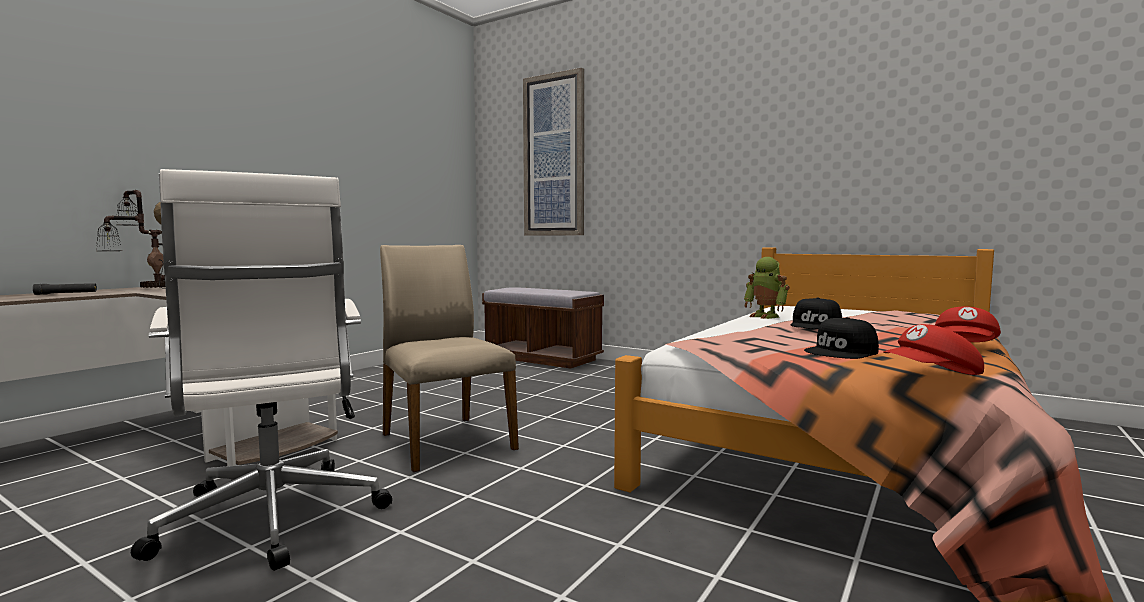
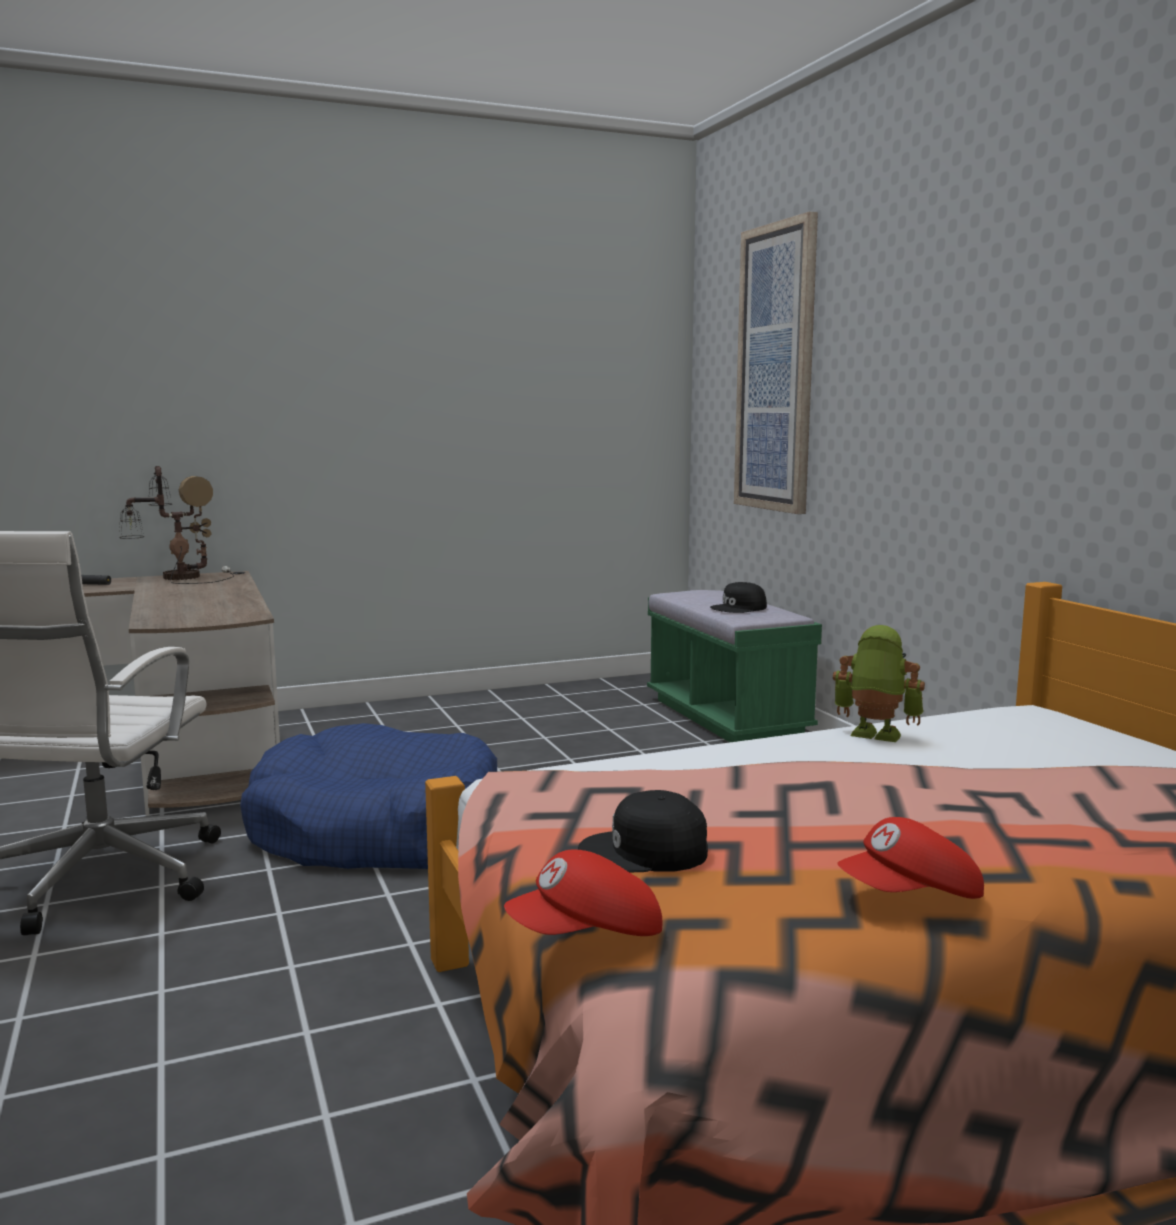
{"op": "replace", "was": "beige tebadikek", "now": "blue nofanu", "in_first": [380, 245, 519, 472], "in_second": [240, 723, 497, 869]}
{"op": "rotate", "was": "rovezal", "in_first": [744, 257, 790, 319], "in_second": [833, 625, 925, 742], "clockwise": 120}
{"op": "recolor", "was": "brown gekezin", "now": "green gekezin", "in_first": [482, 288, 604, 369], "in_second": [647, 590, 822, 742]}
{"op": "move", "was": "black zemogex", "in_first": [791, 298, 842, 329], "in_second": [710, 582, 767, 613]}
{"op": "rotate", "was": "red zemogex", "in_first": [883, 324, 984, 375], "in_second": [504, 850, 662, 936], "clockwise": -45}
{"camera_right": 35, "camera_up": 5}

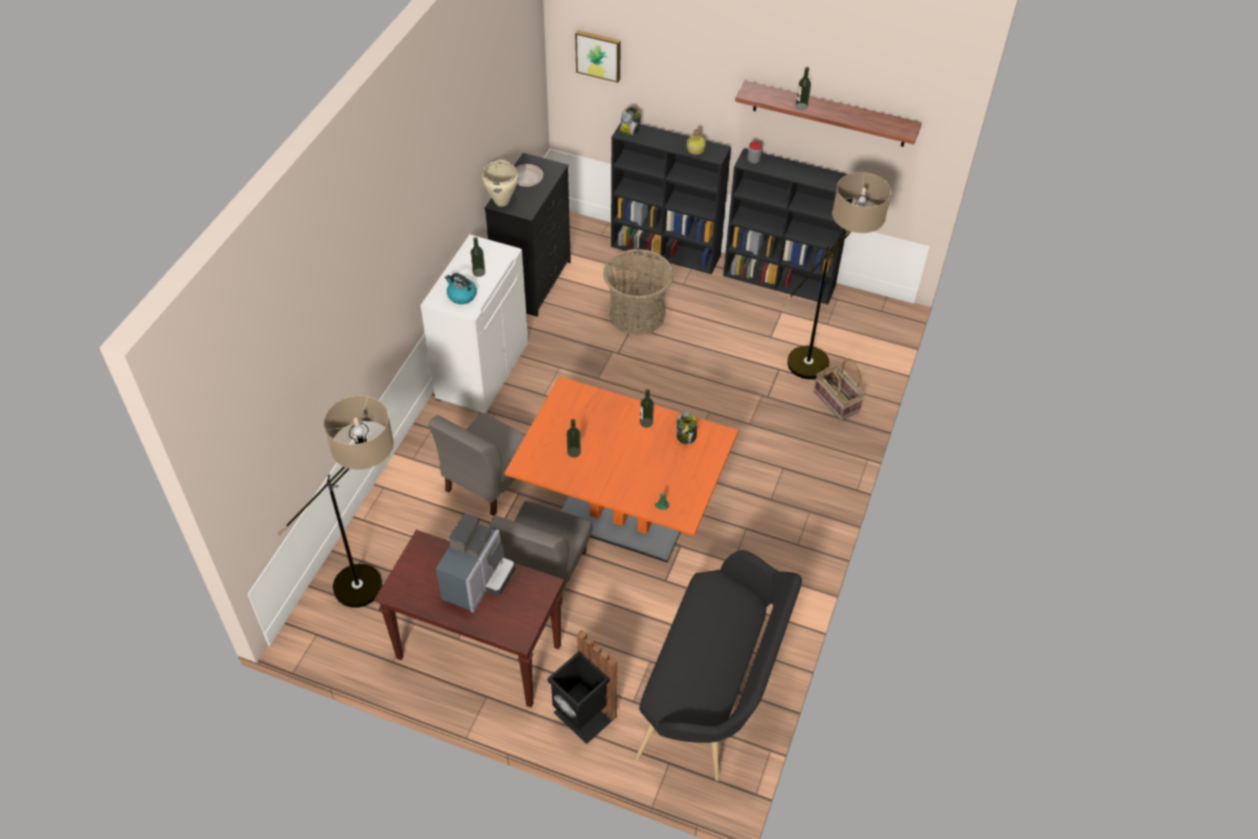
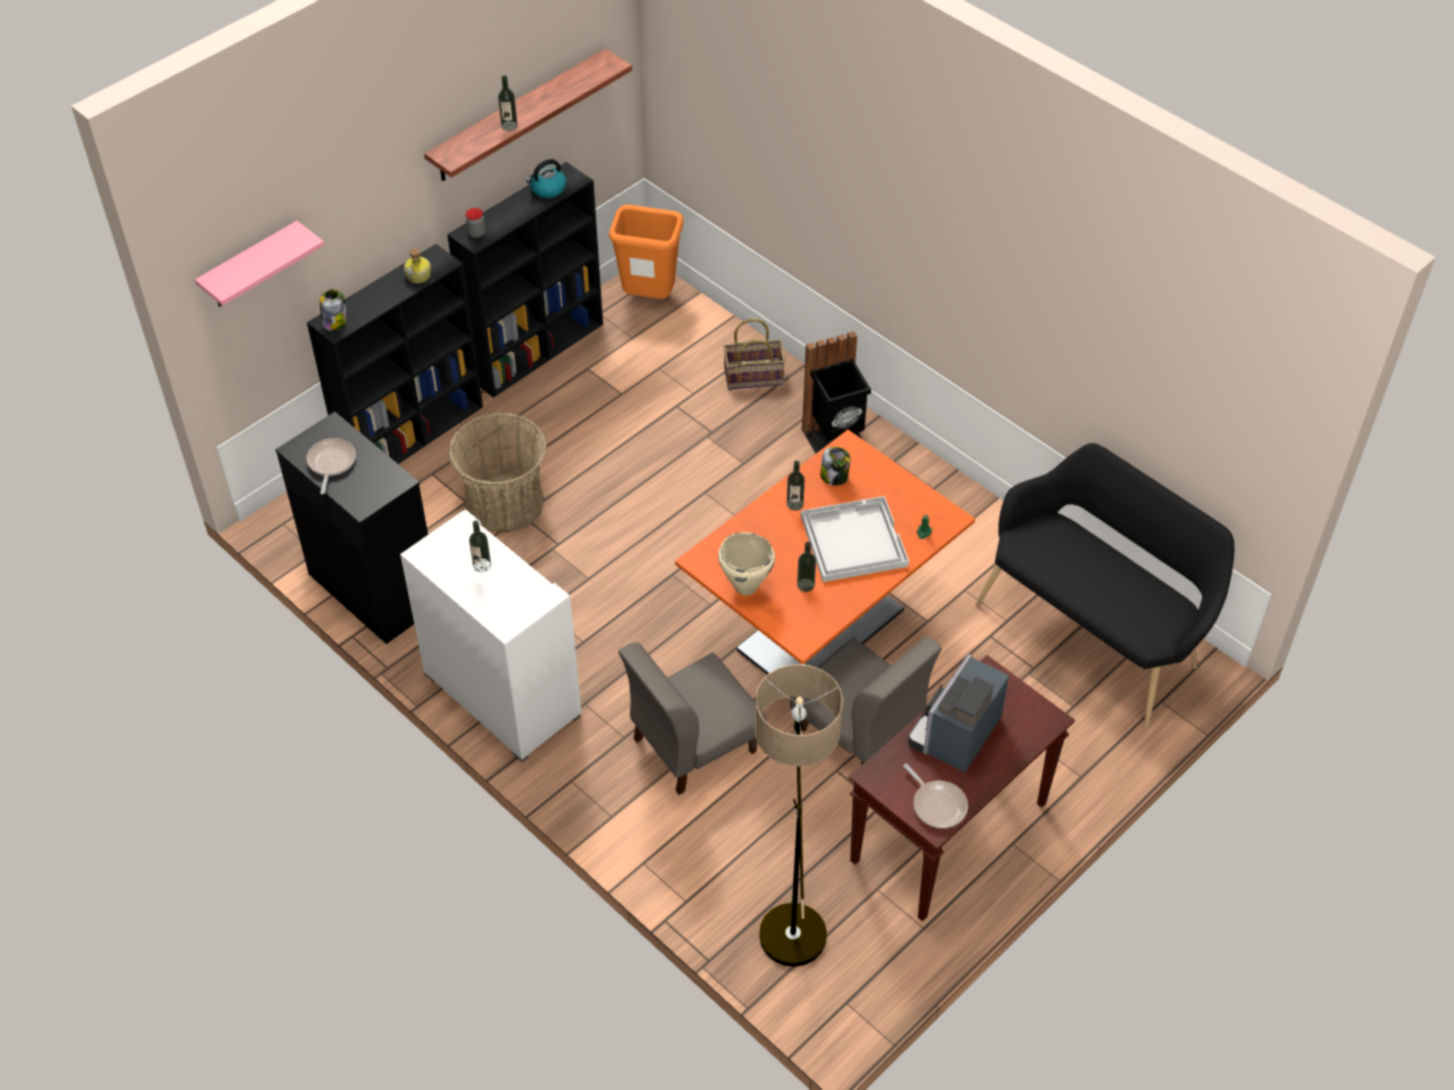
{"op": "replace", "was": "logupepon", "now": "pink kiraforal", "in_first": [575, 30, 621, 83], "in_second": [195, 221, 325, 306]}
{"op": "move", "was": "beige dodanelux", "in_first": [482, 160, 518, 207], "in_second": [718, 532, 775, 596]}
{"op": "delete", "was": "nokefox", "in_first": [782, 172, 891, 379]}
{"op": "move", "was": "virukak", "in_first": [445, 273, 477, 304], "in_second": [526, 159, 566, 198]}
{"op": "rotate", "was": "grey tebadikek", "in_first": [428, 413, 526, 516], "in_second": [618, 642, 766, 795], "clockwise": 90}
{"op": "rotate", "was": "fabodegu", "in_first": [436, 513, 515, 613], "in_second": [908, 654, 1009, 773], "clockwise": -105}
{"op": "move", "was": "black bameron", "in_first": [547, 630, 618, 744], "in_second": [802, 331, 871, 453]}
{"op": "insert", "now": "orange bameron", "in_second": [609, 204, 684, 299]}
{"op": "insert", "now": "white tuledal", "in_second": [801, 496, 909, 582]}
{"op": "insert", "now": "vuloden", "in_second": [903, 763, 968, 828]}
{"camera_right": -65, "camera_up": 0}

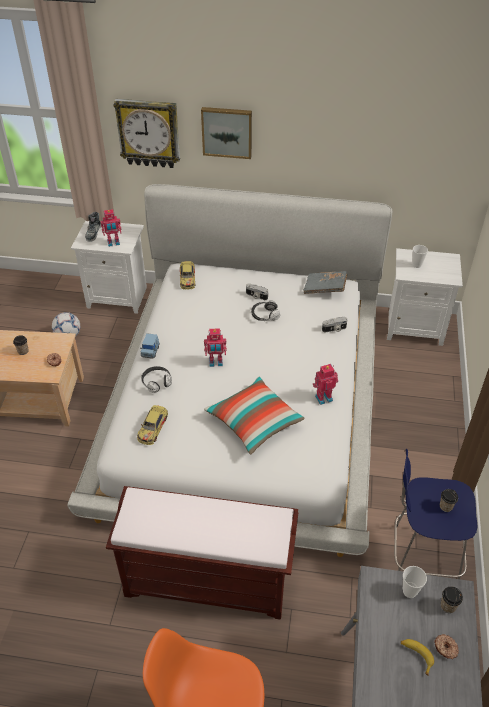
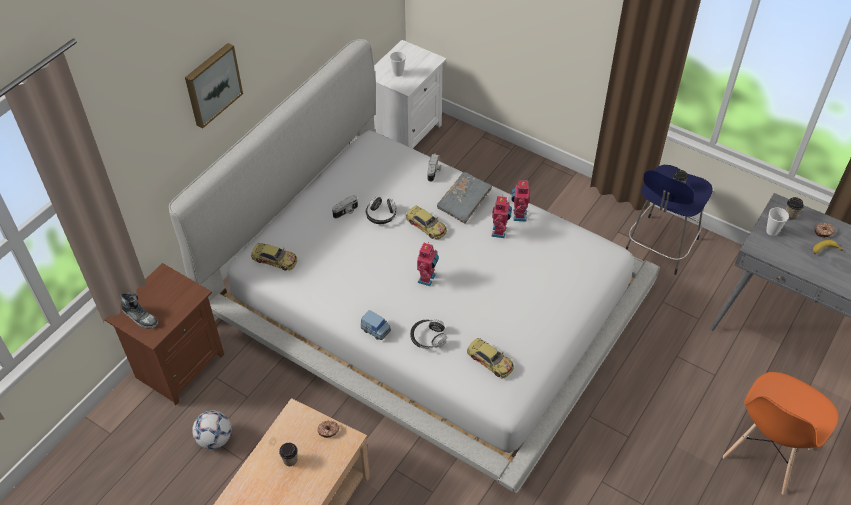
{"op": "delete", "was": "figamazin", "in_first": [114, 99, 180, 168]}
{"op": "move", "was": "rovezal", "in_first": [101, 209, 121, 247], "in_second": [491, 195, 512, 238]}
{"op": "recolor", "was": "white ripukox", "now": "brown ripukox", "in_first": [71, 221, 147, 314], "in_second": [104, 263, 224, 406]}
{"op": "move", "was": "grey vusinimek", "in_first": [303, 271, 347, 294], "in_second": [437, 172, 492, 223]}
{"op": "delete", "was": "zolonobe", "in_first": [204, 377, 305, 455]}
{"op": "delete", "was": "brown gekezin", "in_first": [106, 486, 298, 620]}
{"op": "insert", "now": "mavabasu", "in_second": [406, 206, 447, 240]}
{"camera_right": -65, "camera_up": 5}

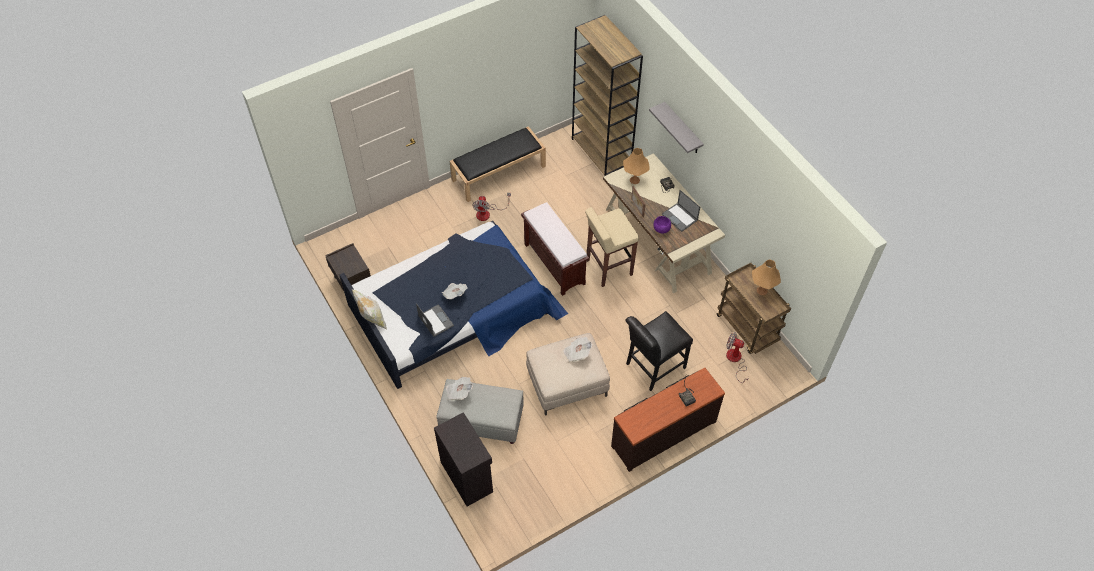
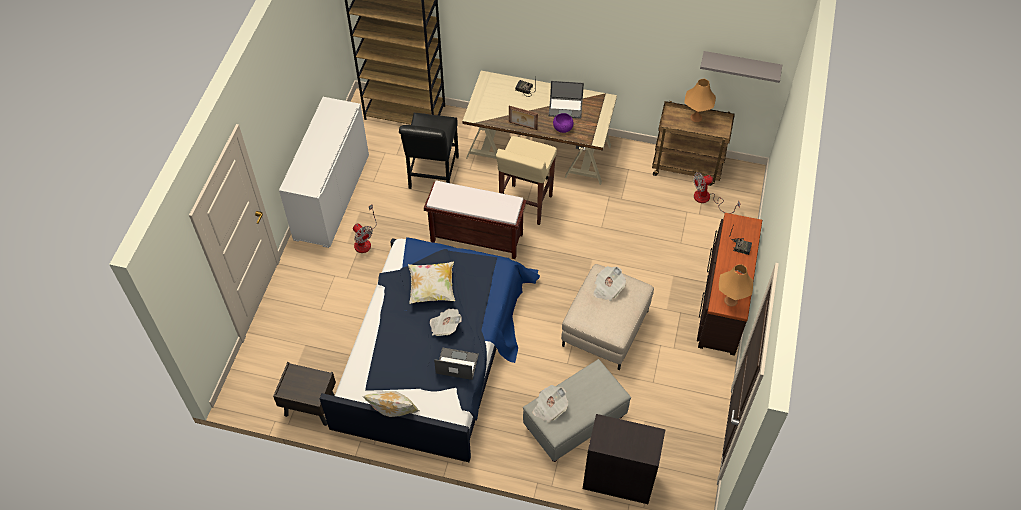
{"op": "move", "was": "grey kiraforal", "in_first": [649, 102, 704, 153], "in_second": [700, 51, 782, 83]}
{"op": "replace", "was": "black gekezin", "now": "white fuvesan", "in_first": [449, 126, 546, 202], "in_second": [279, 97, 369, 248]}
{"op": "move", "was": "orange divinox", "in_first": [623, 148, 650, 184], "in_second": [719, 264, 753, 307]}
{"op": "move", "was": "black tebadikek", "in_first": [625, 311, 693, 391], "in_second": [399, 113, 459, 189]}
{"op": "insert", "now": "zolonobe", "in_second": [408, 262, 455, 304]}
{"camera_right": -45, "camera_up": 0}

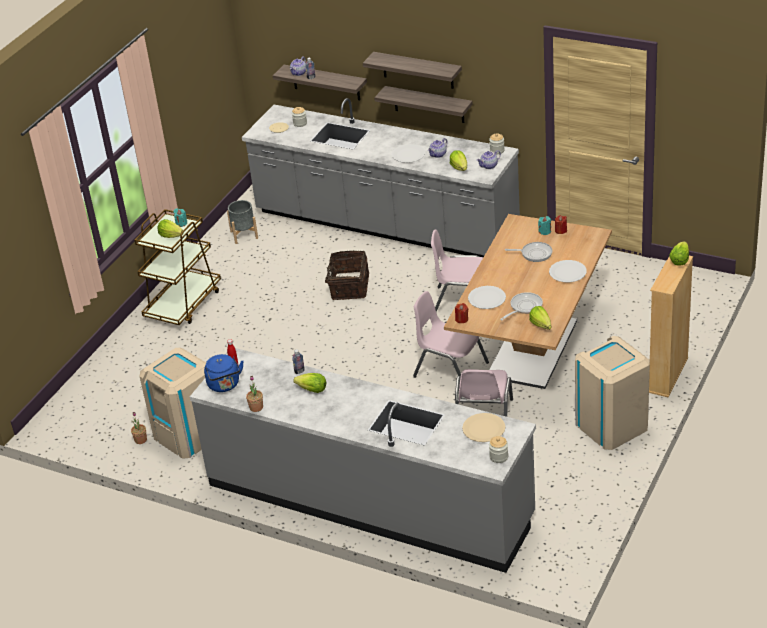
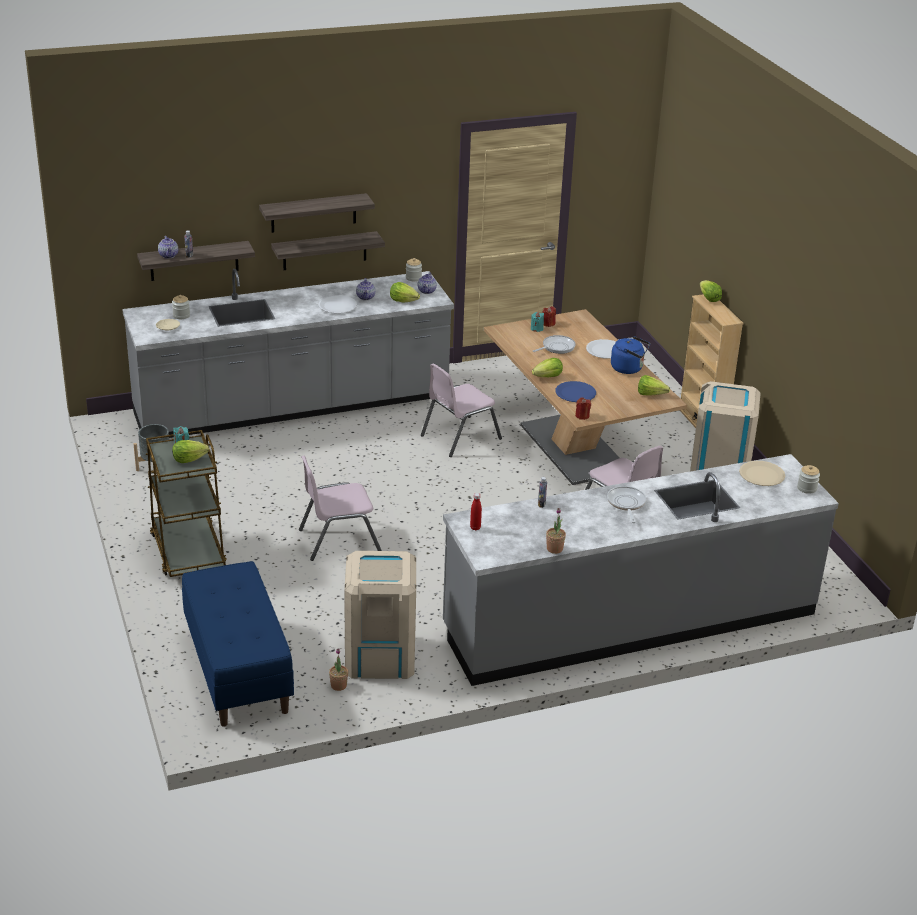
{"op": "delete", "was": "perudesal", "in_first": [318, 251, 369, 300]}
{"op": "recolor", "was": "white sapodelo", "now": "blue sapodelo", "in_first": [468, 286, 506, 309], "in_second": [556, 381, 596, 402]}
{"op": "move", "was": "pink tebadikek", "in_first": [413, 291, 489, 377], "in_second": [299, 456, 381, 561]}
{"op": "move", "was": "vuloden", "in_first": [500, 292, 543, 320], "in_second": [607, 486, 646, 523]}
{"op": "move", "was": "blue virukak", "in_first": [204, 354, 244, 392], "in_second": [611, 336, 650, 374]}
{"op": "move", "was": "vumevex", "in_first": [293, 373, 326, 393], "in_second": [532, 358, 563, 377]}
{"op": "insert", "now": "blue gekezin", "in_second": [182, 561, 294, 727]}
{"camera_right": -50, "camera_up": -5}

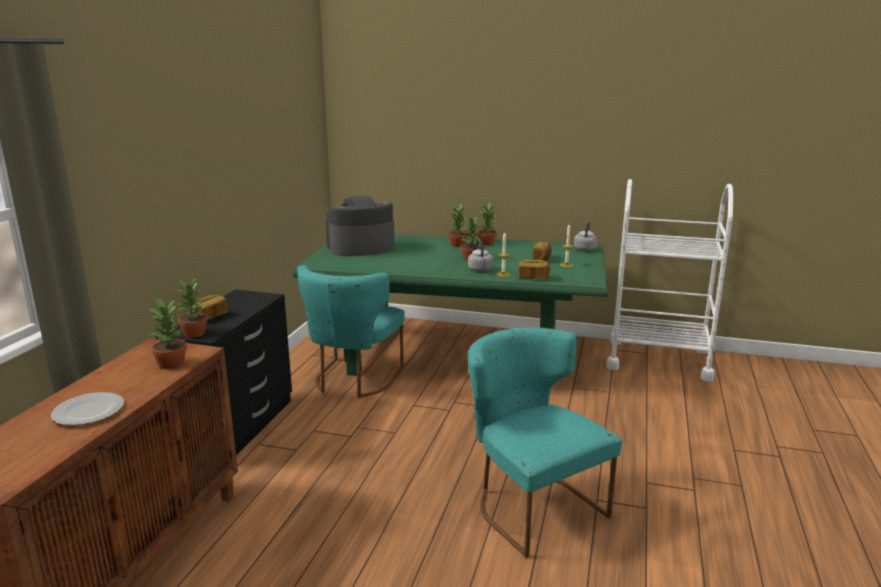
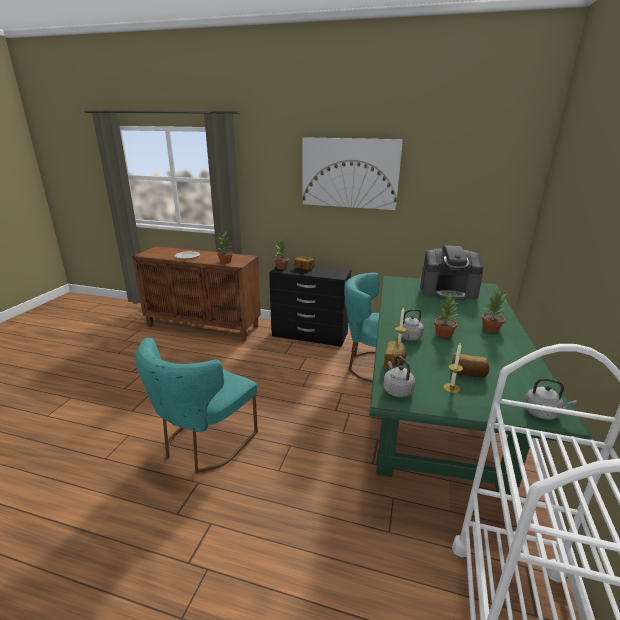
{"op": "rotate", "was": "fabodegu", "in_first": [326, 196, 395, 256], "in_second": [420, 245, 483, 300], "clockwise": 120}
{"op": "delete", "was": "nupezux", "in_first": [477, 202, 497, 245]}
{"op": "rotate", "was": "turquoise tebadikek", "in_first": [468, 327, 622, 558], "in_second": [135, 338, 258, 473], "clockwise": 150}
{"op": "insert", "now": "logupepon", "in_second": [302, 137, 403, 210]}
{"op": "insert", "now": "grey virukak", "in_second": [383, 356, 415, 397]}
{"camera_right": 90, "camera_up": 5}

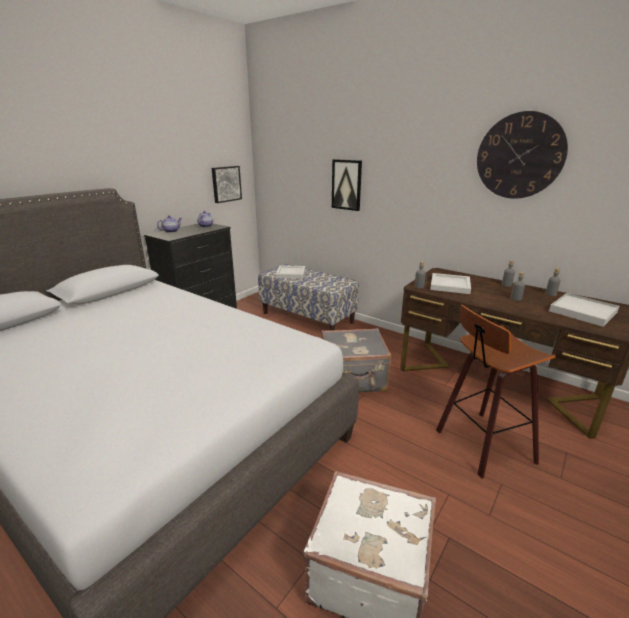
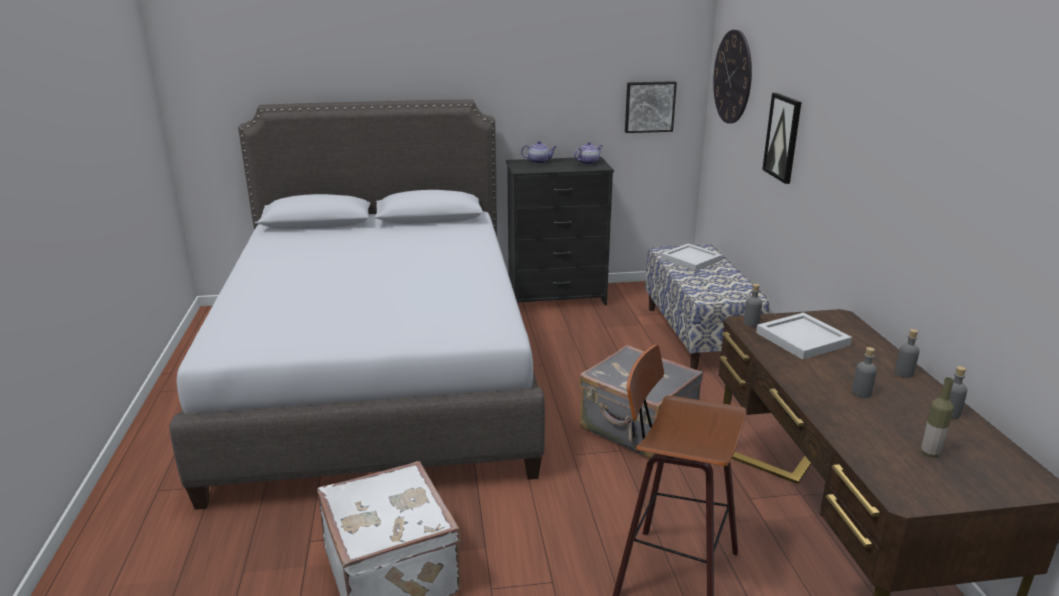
{"op": "move", "was": "figamazin", "in_first": [477, 111, 568, 199], "in_second": [713, 30, 752, 124]}
{"op": "replace", "was": "white tuledal", "now": "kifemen", "in_first": [549, 293, 619, 327], "in_second": [921, 377, 954, 457]}
{"camera_right": 45, "camera_up": 0}

